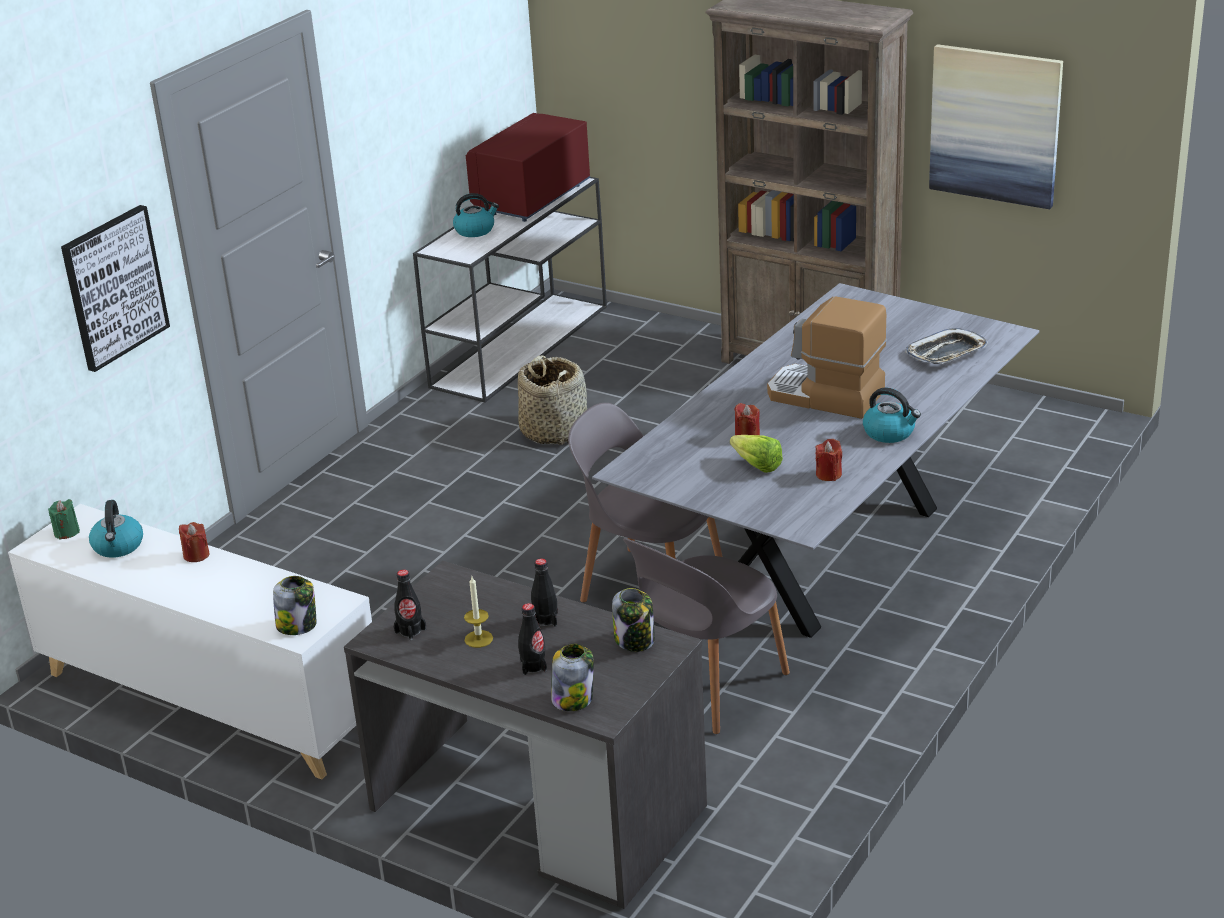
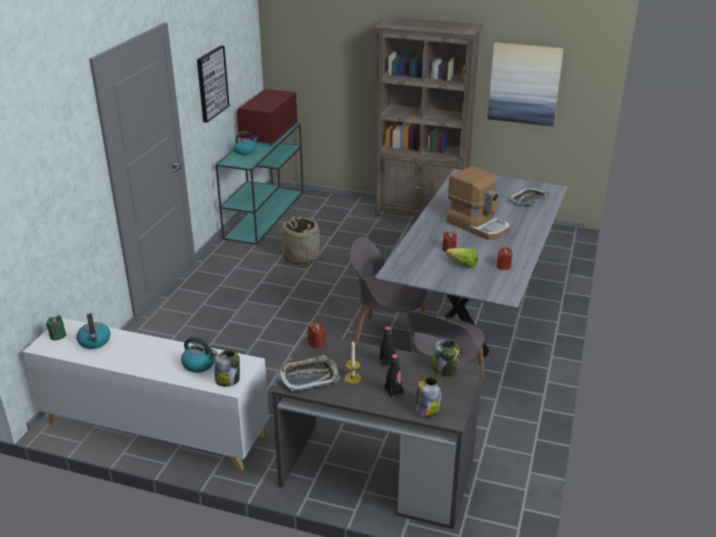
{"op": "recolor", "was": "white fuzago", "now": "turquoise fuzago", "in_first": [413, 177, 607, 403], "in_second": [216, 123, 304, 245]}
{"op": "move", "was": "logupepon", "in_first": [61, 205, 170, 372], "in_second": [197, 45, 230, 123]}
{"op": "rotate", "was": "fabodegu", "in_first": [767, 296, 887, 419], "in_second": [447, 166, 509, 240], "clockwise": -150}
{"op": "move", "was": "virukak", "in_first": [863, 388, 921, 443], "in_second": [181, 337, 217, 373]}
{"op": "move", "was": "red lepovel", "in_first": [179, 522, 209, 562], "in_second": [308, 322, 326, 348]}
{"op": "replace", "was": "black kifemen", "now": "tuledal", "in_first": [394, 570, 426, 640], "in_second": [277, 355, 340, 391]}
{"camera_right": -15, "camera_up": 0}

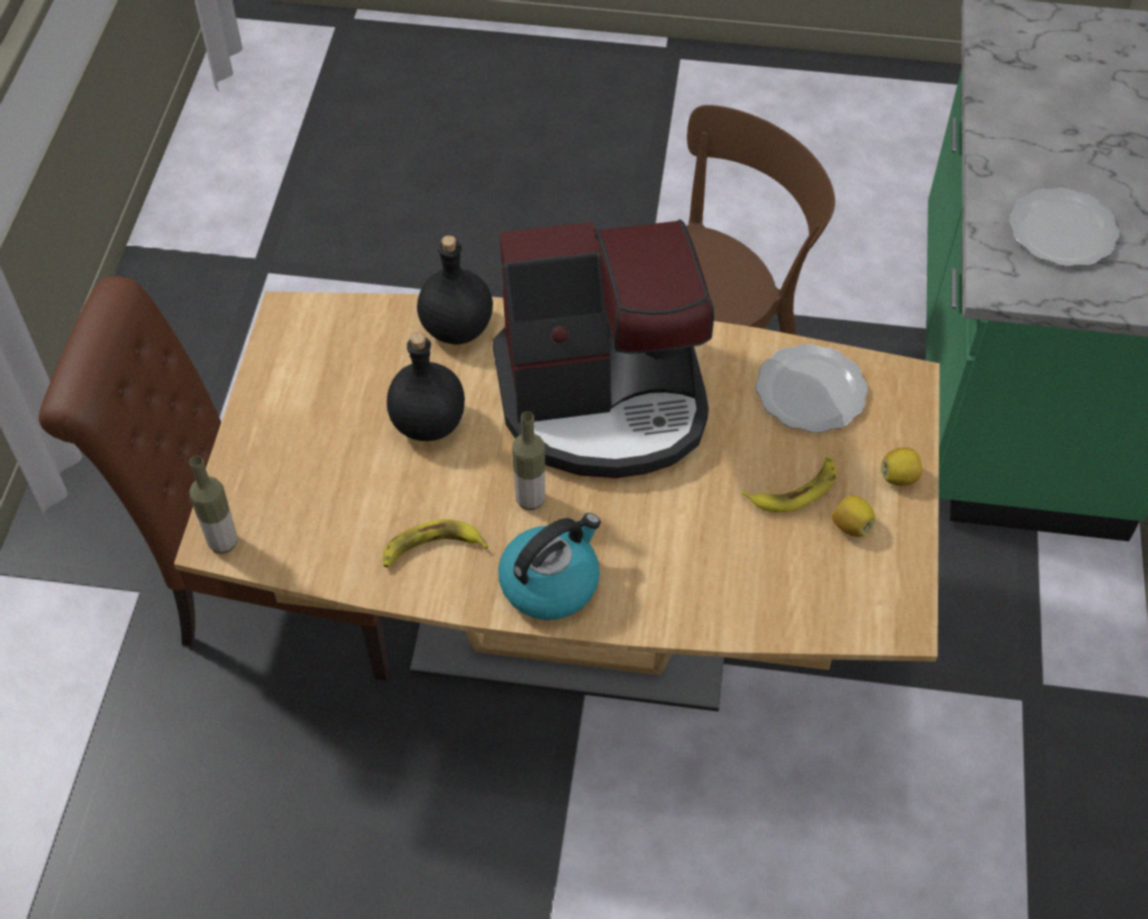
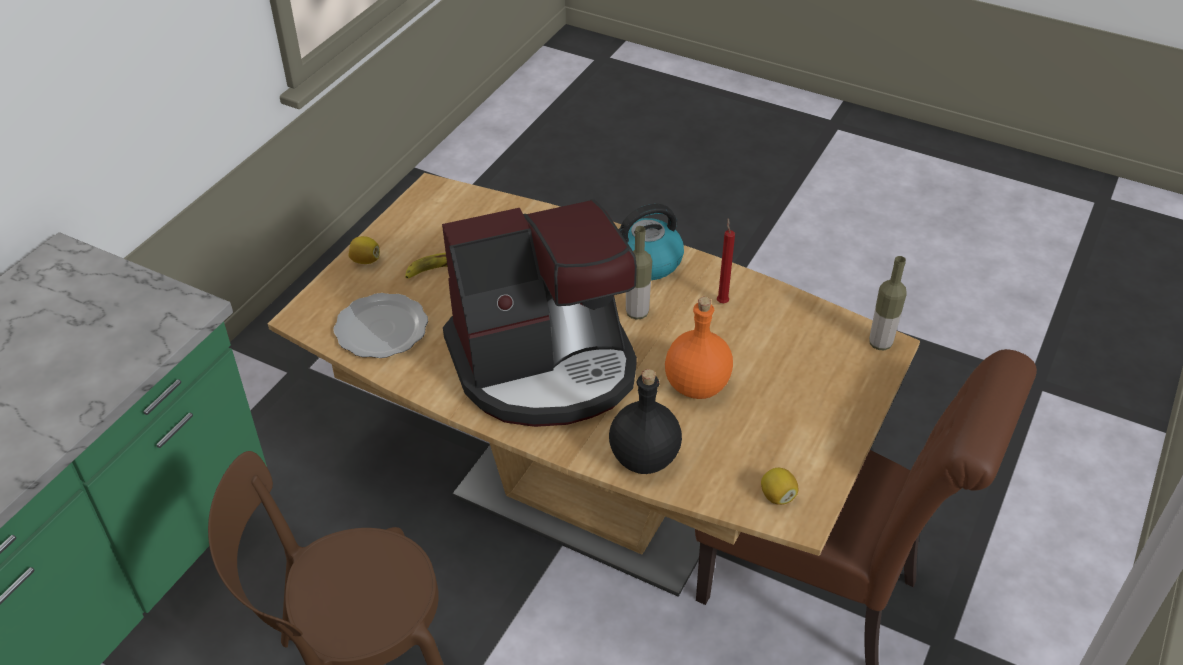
{"op": "delete", "was": "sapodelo", "in_first": [1009, 188, 1119, 267]}
{"op": "rotate", "was": "fabodegu", "in_first": [493, 219, 714, 478], "in_second": [442, 199, 637, 427], "clockwise": 150}
{"op": "recolor", "was": "black kifemen", "now": "orange kifemen", "in_first": [387, 332, 465, 441], "in_second": [665, 297, 733, 399]}
{"op": "move", "was": "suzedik", "in_first": [832, 496, 875, 537], "in_second": [761, 468, 798, 505]}
{"op": "replace", "was": "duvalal", "now": "red lepovel", "in_first": [383, 519, 488, 567], "in_second": [717, 218, 735, 303]}
{"camera_right": -160, "camera_up": -10}

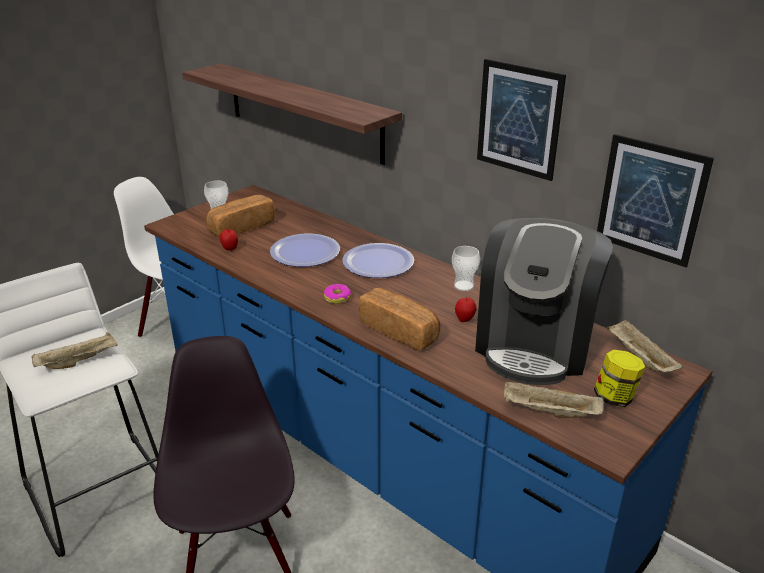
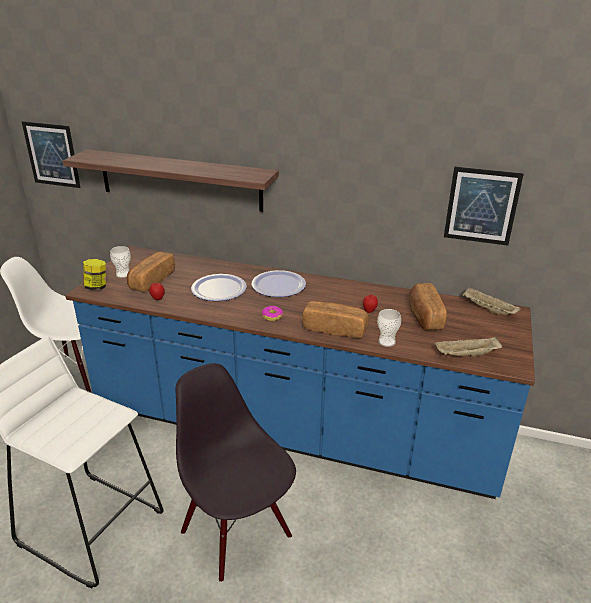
{"op": "move", "was": "logupepon", "in_first": [477, 59, 566, 181], "in_second": [22, 121, 81, 188]}
{"op": "replace", "was": "fabodegu", "now": "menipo", "in_first": [475, 218, 613, 385], "in_second": [409, 283, 447, 330]}
{"op": "move", "was": "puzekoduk", "in_first": [452, 246, 480, 291], "in_second": [377, 309, 401, 347]}
{"op": "delete", "was": "beige tuledal", "in_first": [32, 332, 118, 369]}
{"op": "move", "was": "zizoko", "in_first": [594, 350, 645, 407], "in_second": [83, 259, 106, 290]}
{"camera_right": -25, "camera_up": 0}

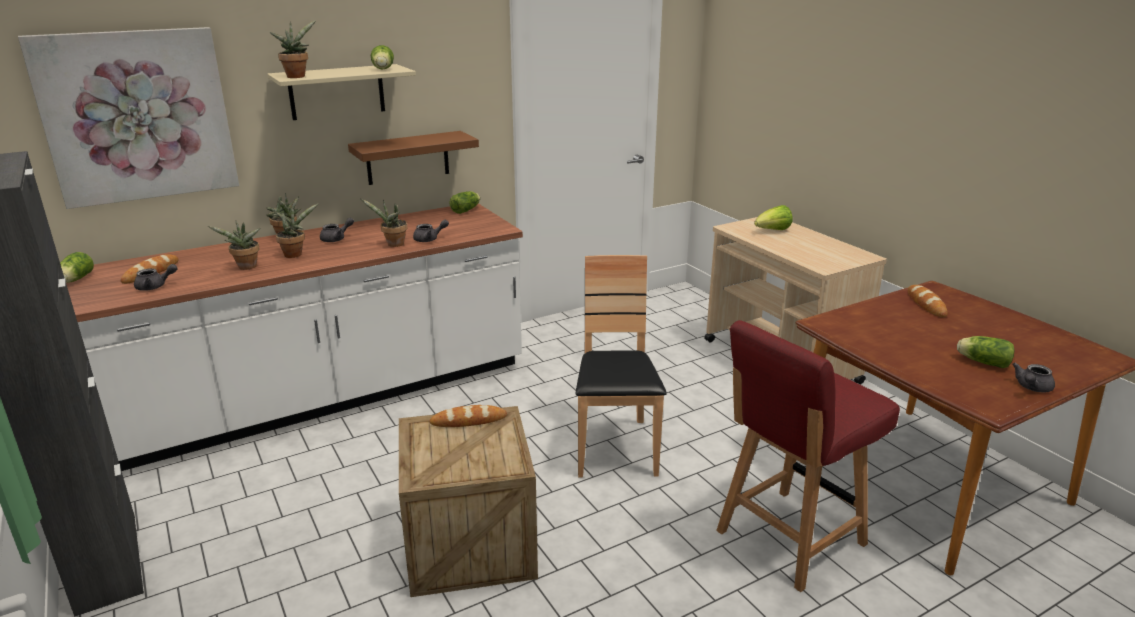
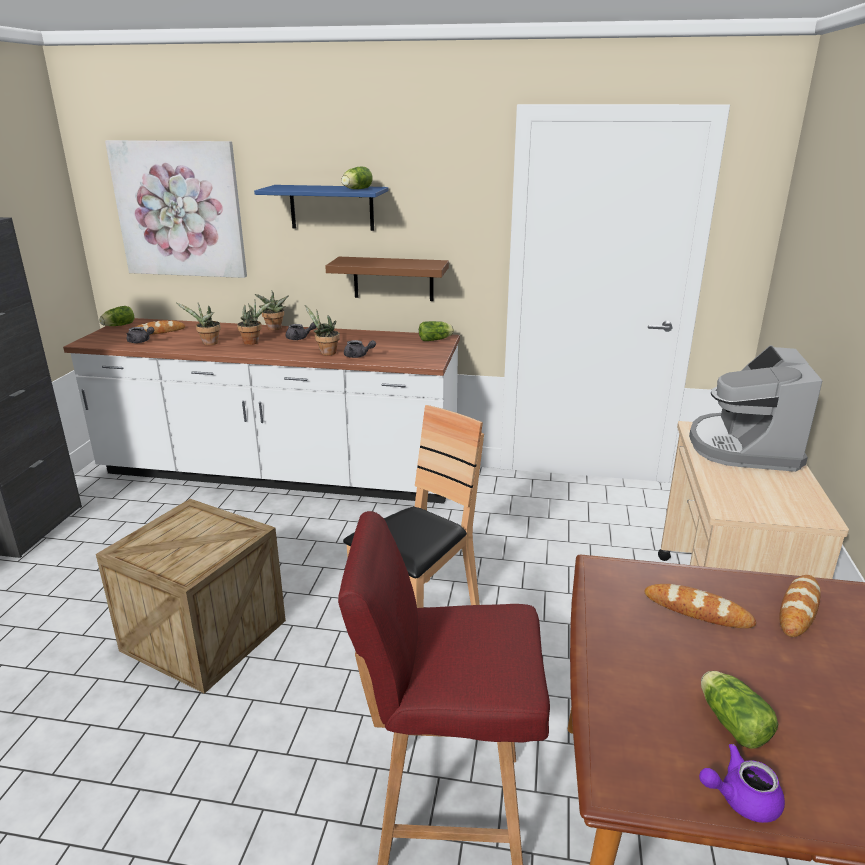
{"op": "delete", "was": "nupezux", "in_first": [270, 20, 316, 78]}
{"op": "recolor", "was": "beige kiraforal", "now": "blue kiraforal", "in_first": [267, 64, 416, 120], "in_second": [254, 185, 388, 231]}
{"op": "replace", "was": "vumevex", "now": "fabodegu", "in_first": [754, 205, 793, 230], "in_second": [689, 346, 823, 472]}
{"op": "recolor", "was": "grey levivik", "now": "purple levivik", "in_first": [1012, 363, 1055, 393], "in_second": [699, 744, 785, 823]}
{"op": "move", "was": "menipo", "in_first": [429, 405, 507, 427], "in_second": [644, 584, 756, 628]}
{"camera_right": 40, "camera_up": 0}

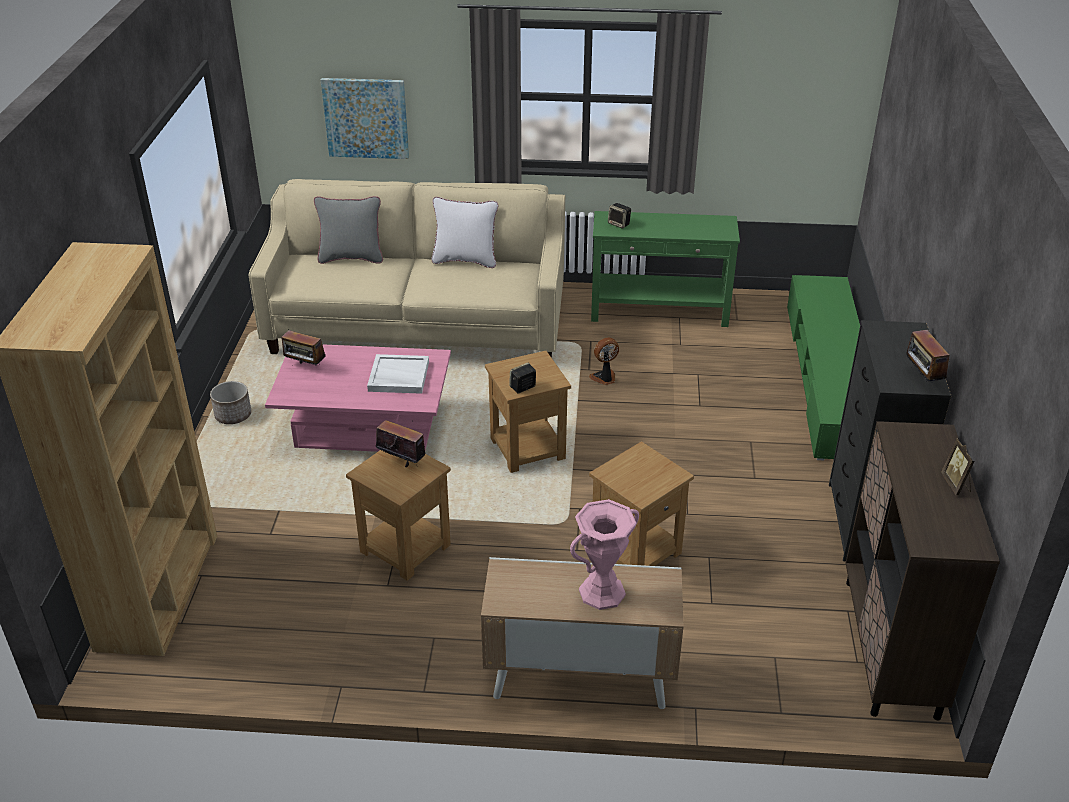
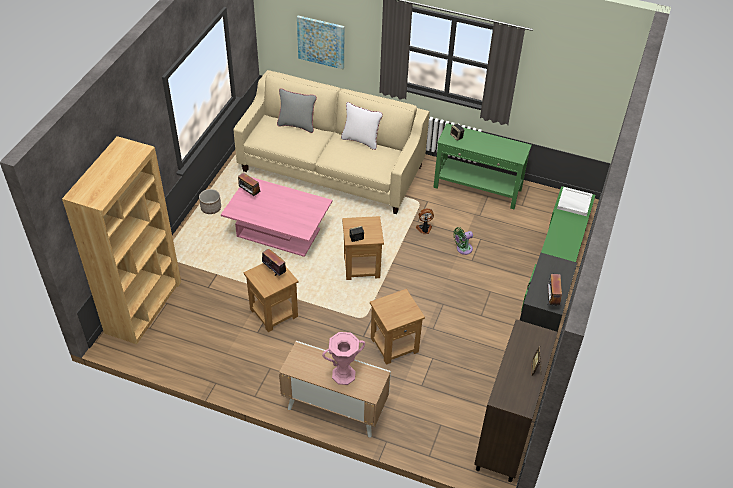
{"op": "move", "was": "white tuledal", "in_first": [367, 354, 429, 394], "in_second": [557, 187, 592, 216]}
{"op": "insert", "now": "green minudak", "in_second": [453, 227, 473, 255]}
{"camera_right": 15, "camera_up": 10}

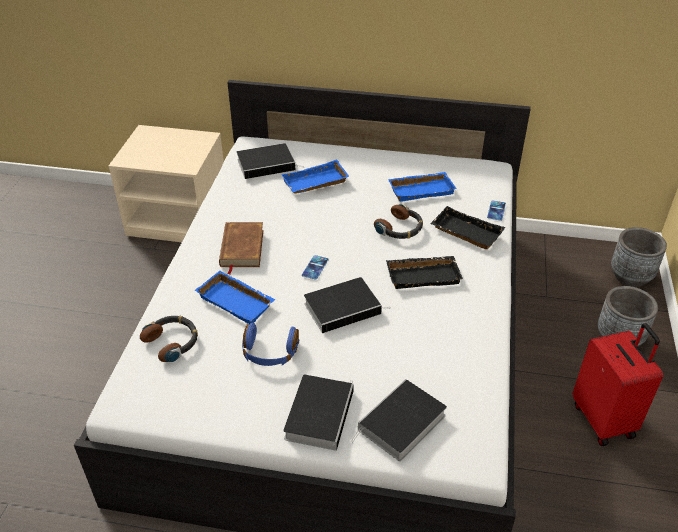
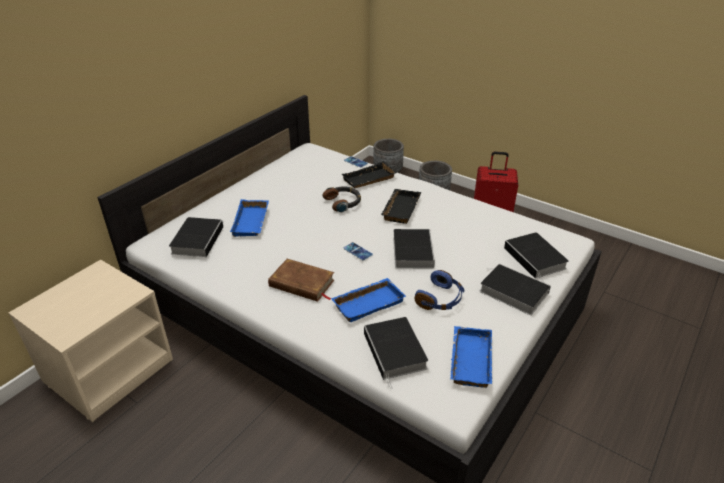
{"op": "move", "was": "blue tuledal", "in_first": [388, 172, 457, 202], "in_second": [450, 326, 492, 388]}
{"op": "replace", "was": "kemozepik", "now": "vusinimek", "in_first": [140, 316, 198, 362], "in_second": [364, 317, 428, 389]}
{"camera_right": -65, "camera_up": -5}

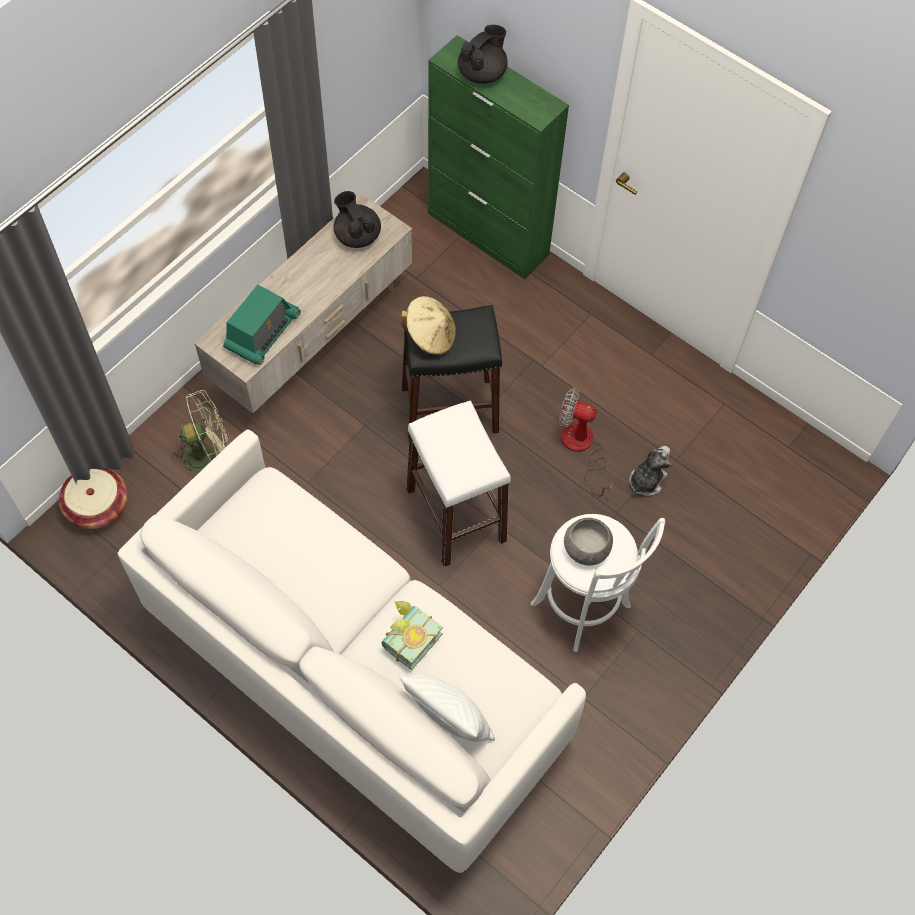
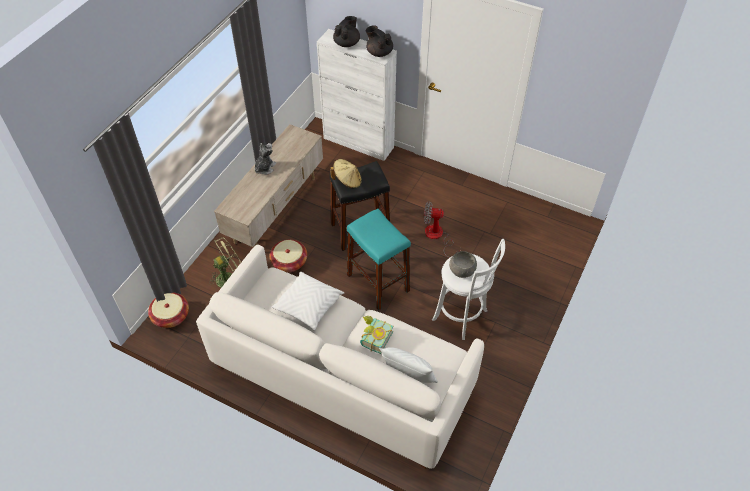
{"op": "recolor", "was": "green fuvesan", "now": "white fuvesan", "in_first": [428, 35, 569, 279], "in_second": [317, 29, 397, 161]}
{"op": "move", "was": "black levivik", "in_first": [334, 191, 381, 248], "in_second": [366, 25, 393, 57]}
{"op": "delete", "was": "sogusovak", "in_first": [223, 284, 301, 365]}
{"op": "recolor", "was": "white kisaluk", "now": "turquoise kisaluk", "in_first": [407, 400, 511, 567], "in_second": [347, 209, 411, 310]}
{"op": "move", "was": "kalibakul", "in_first": [629, 446, 672, 496], "in_second": [255, 143, 276, 175]}
{"op": "insert", "now": "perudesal", "in_second": [270, 240, 307, 272]}
{"op": "insert", "now": "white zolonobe", "in_second": [271, 272, 344, 331]}
{"camera_right": -10, "camera_up": -10}

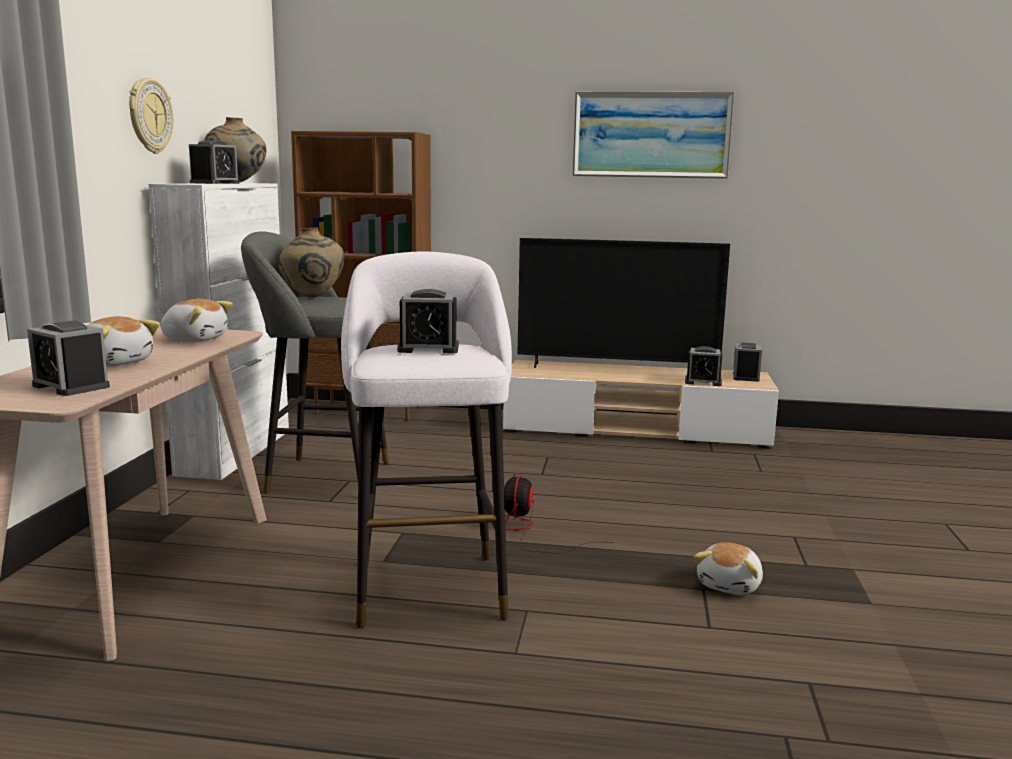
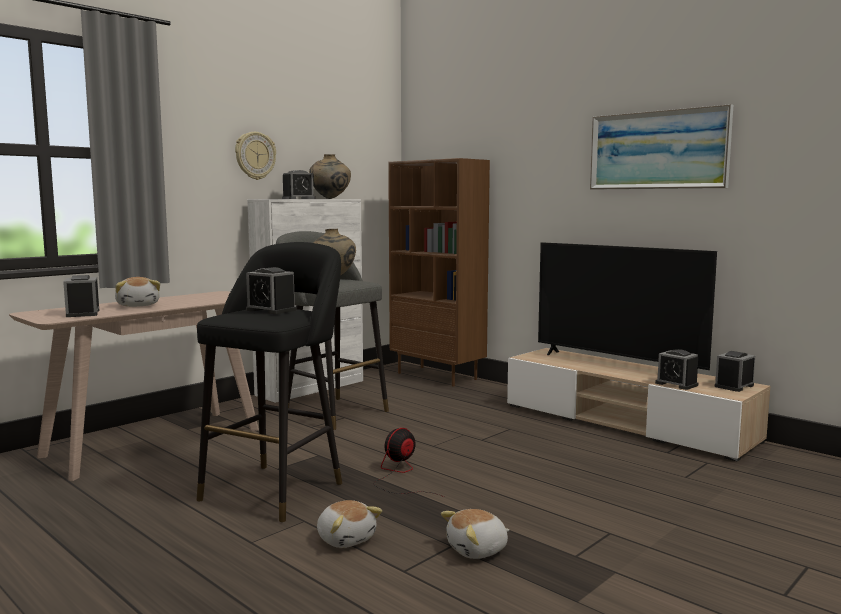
{"op": "recolor", "was": "white kisaluk", "now": "black kisaluk", "in_first": [341, 252, 512, 629], "in_second": [196, 242, 342, 522]}
{"op": "move", "was": "kalibakul", "in_first": [161, 299, 233, 342], "in_second": [317, 500, 382, 548]}
{"camera_right": 35, "camera_up": -5}

